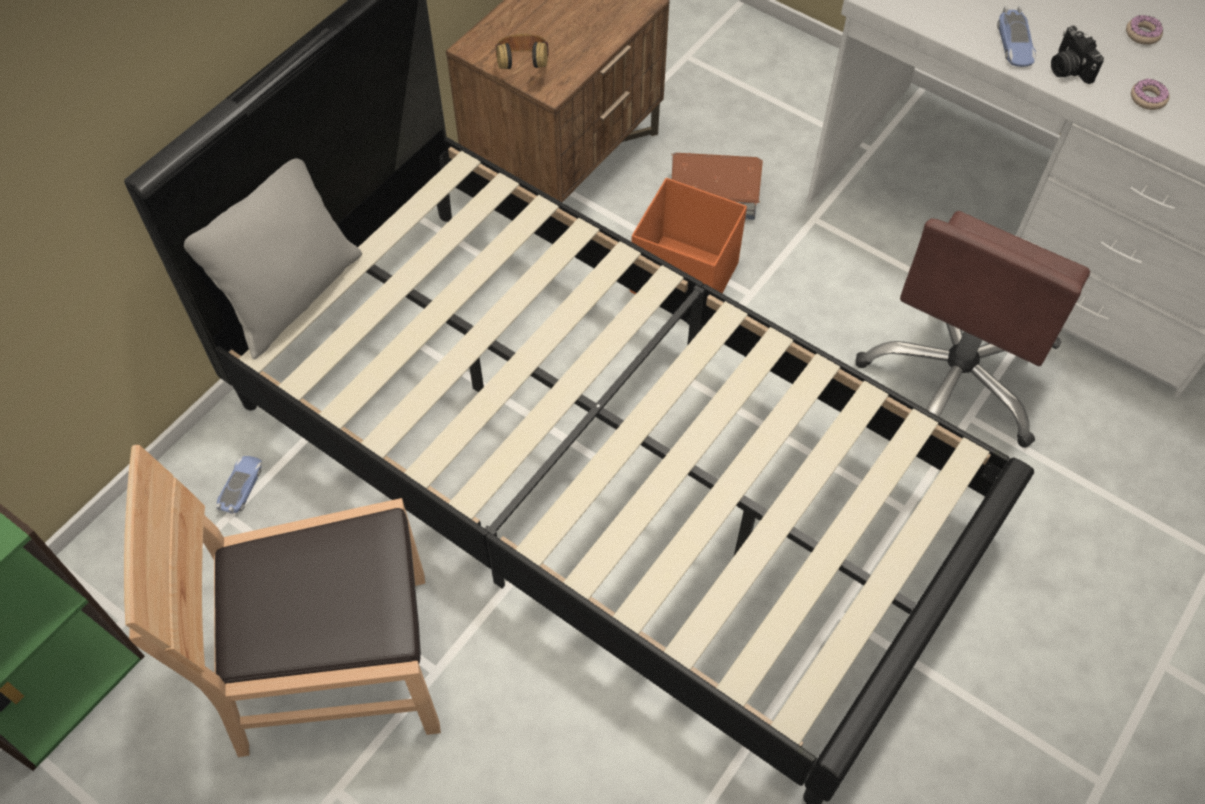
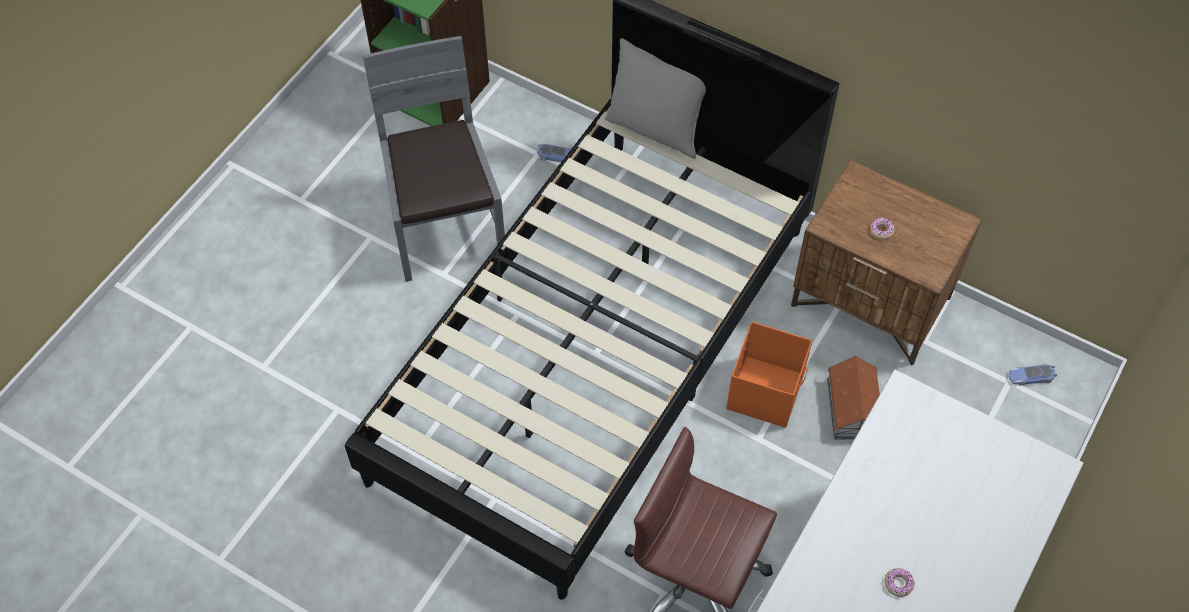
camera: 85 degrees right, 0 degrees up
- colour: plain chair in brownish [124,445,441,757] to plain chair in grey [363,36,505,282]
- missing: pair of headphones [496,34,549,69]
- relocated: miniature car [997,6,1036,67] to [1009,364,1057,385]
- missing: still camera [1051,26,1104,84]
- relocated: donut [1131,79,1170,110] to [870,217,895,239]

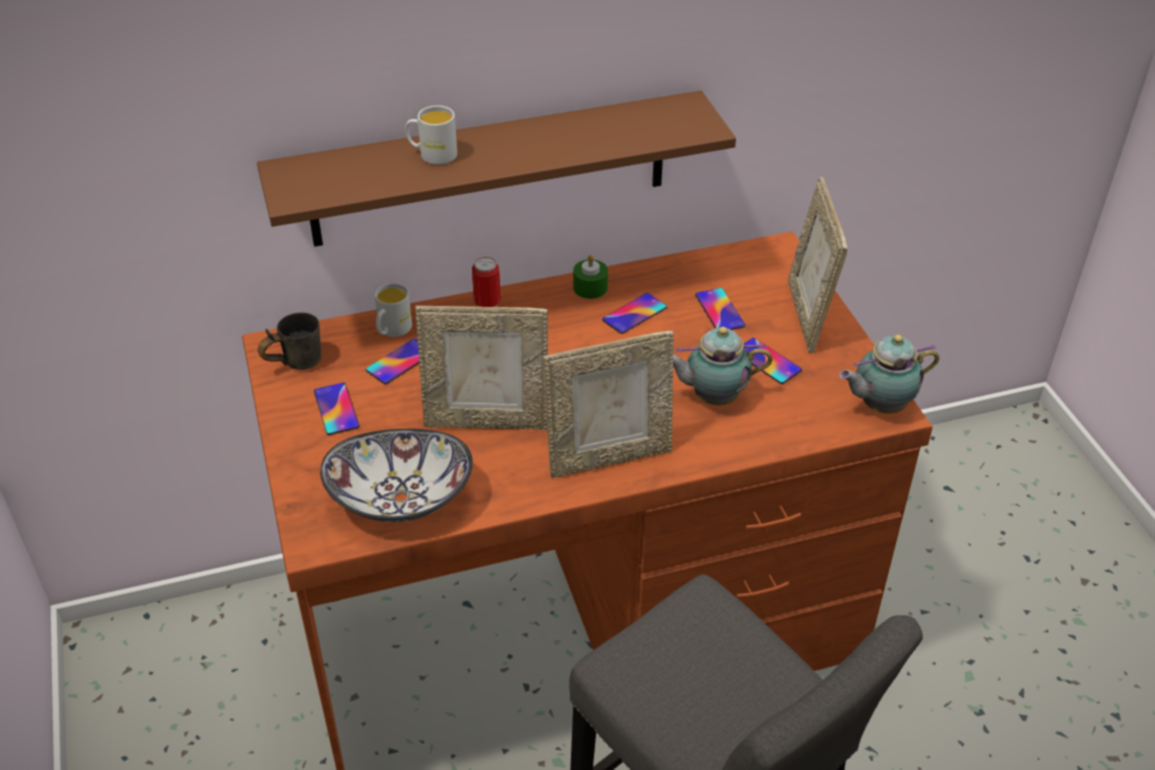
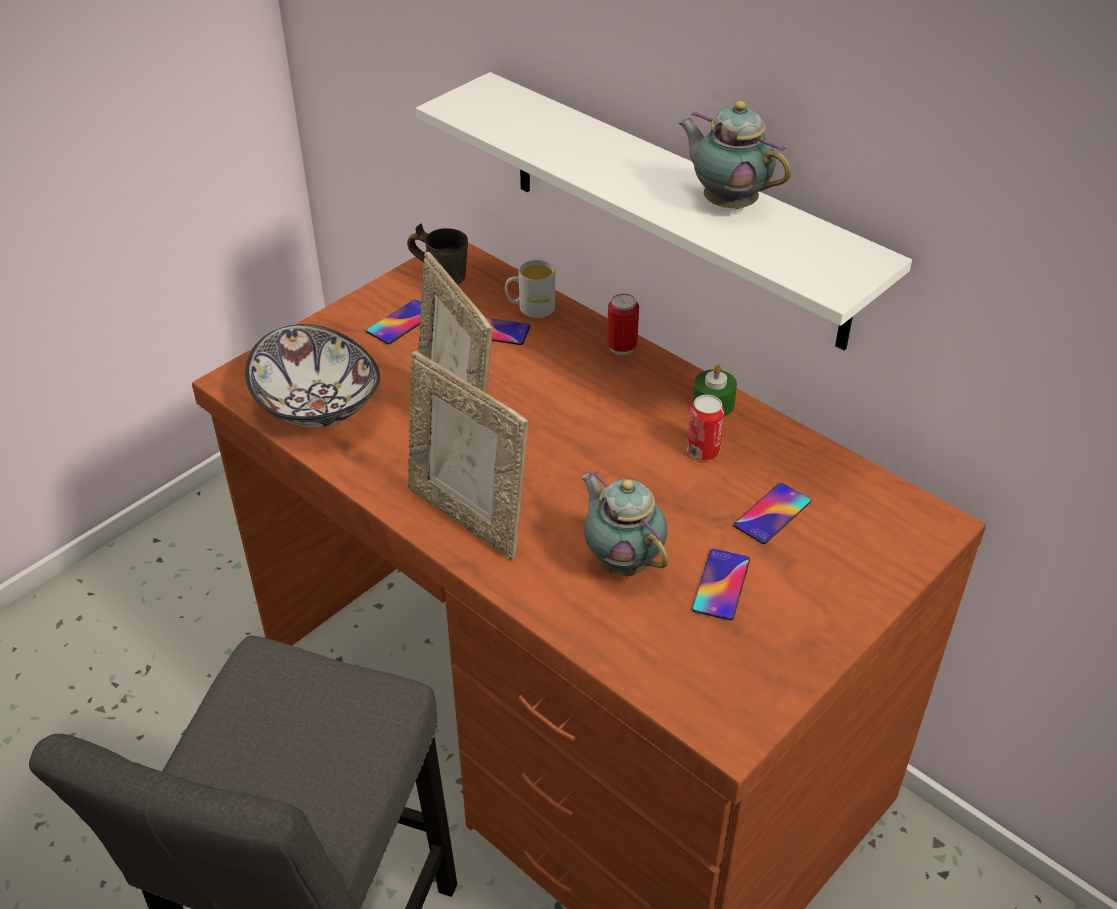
camera: 60 degrees right, 0 degrees up
- colour: wall shelf in brownish [257,91,736,247] to wall shelf in white-coloured [416,72,912,350]
- missing: coffee mug in white-coloured [405,105,457,165]
- exchanged: handset [602,293,667,334] to sealed can [686,395,724,460]
- missing: standing frame [788,177,848,353]
- relocated: pot for tea [839,335,939,414] to [678,101,791,209]

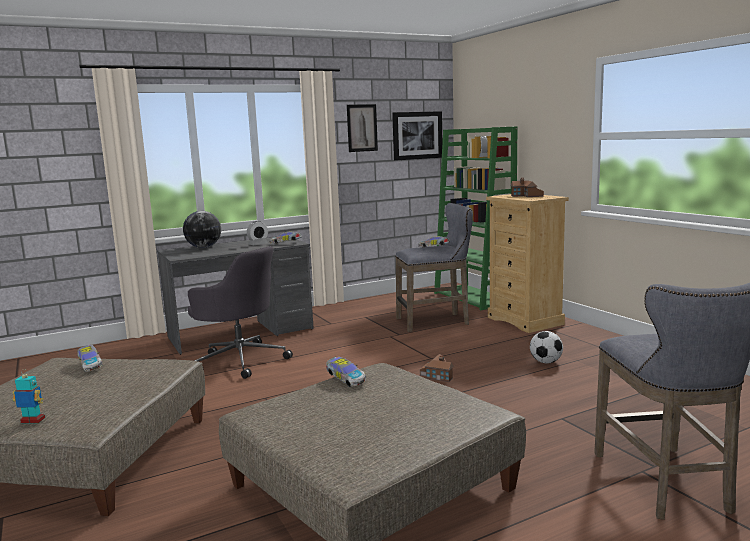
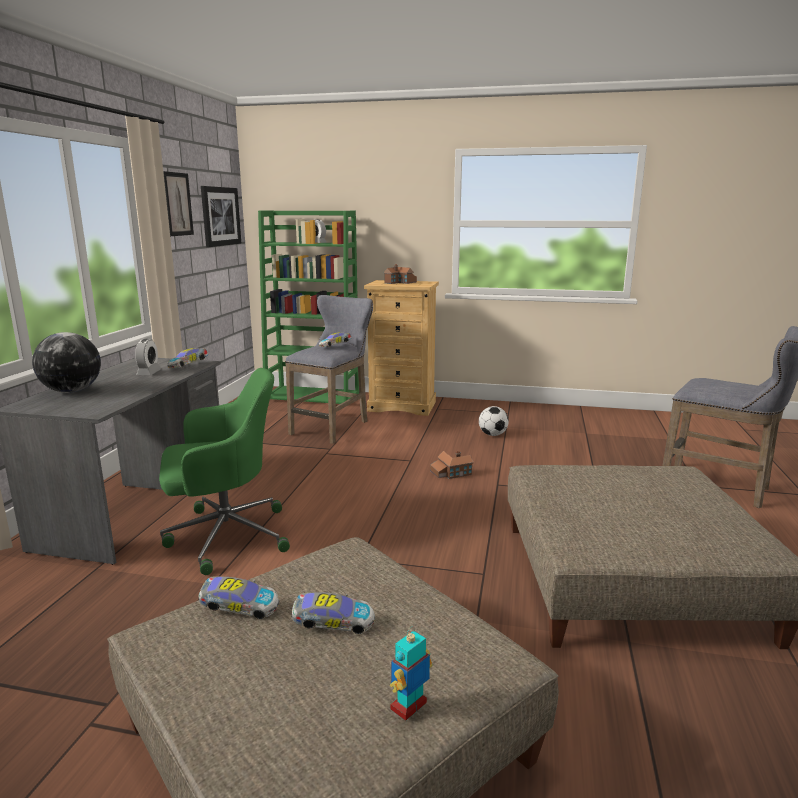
camera: 50 degrees left, 5 degrees up
- colour: office chair in grey [188,246,293,379] to office chair in greenish [159,368,290,575]
- relocated: miniature car [326,357,366,387] to [291,592,375,634]

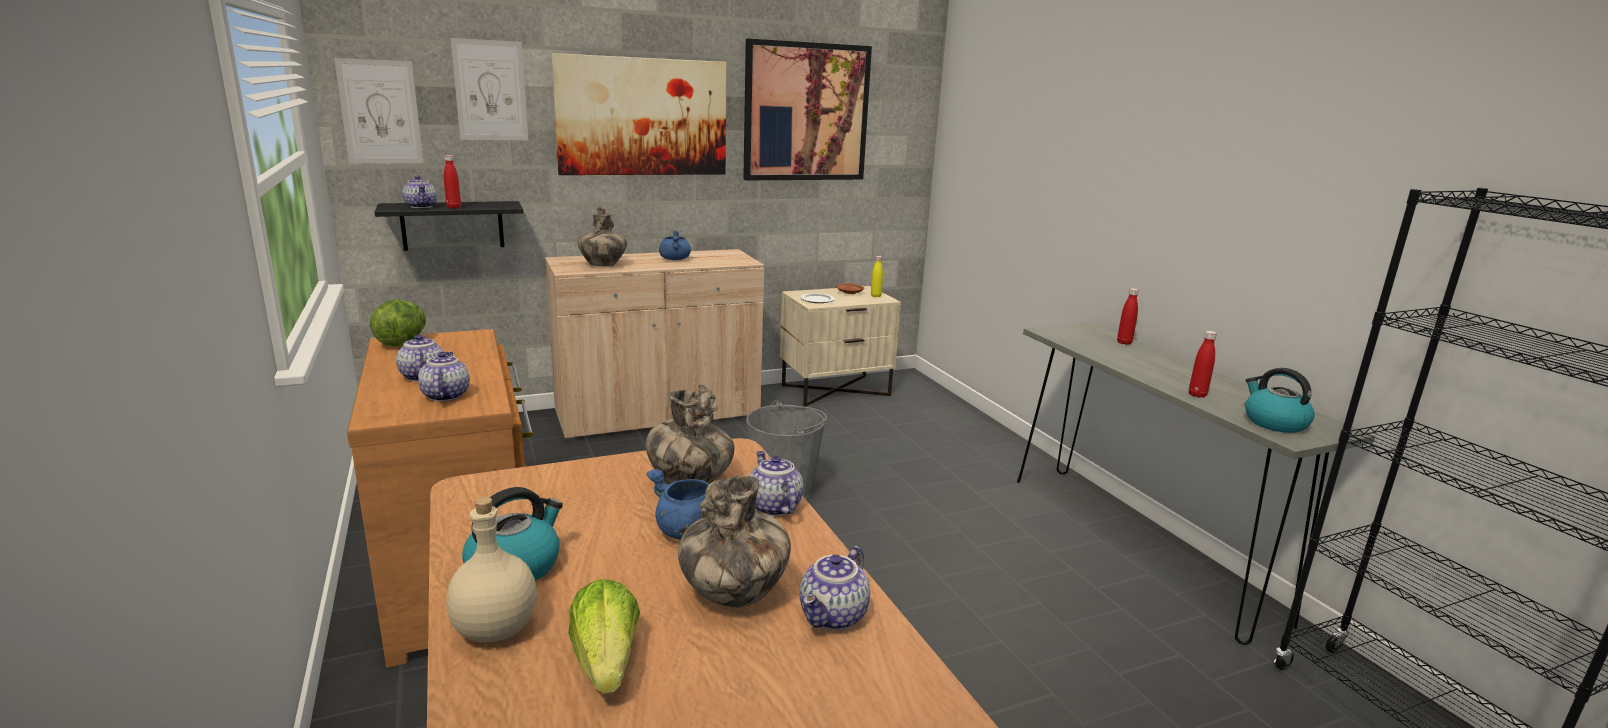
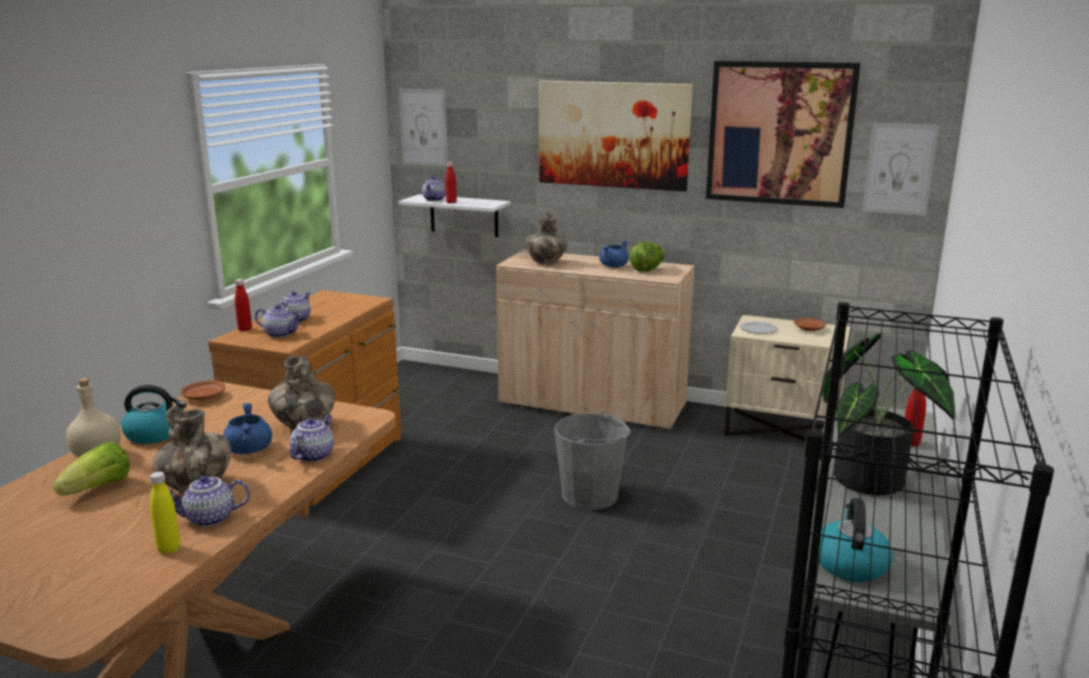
camera: 45 degrees right, 0 degrees up
- relocated: head of lettuce [370,300,426,347] to [629,242,665,272]
- colour: wall shelf in blackish [374,201,524,251] to wall shelf in white-coloured [399,194,511,237]
- spun: pot for tea [418,352,470,401] = [255,304,302,338] 75 degrees clockwise
- relocated: wall art [451,38,528,141] to [862,123,939,216]
- relocated: bottle in yellow [871,256,883,297] to [150,471,181,554]
- relocated: bottle in red-coloured [1189,331,1217,398] to [235,279,252,331]
- appeared: dinner plate in brownish [181,380,225,400]
- appeared: plant in a pot [823,333,955,495]

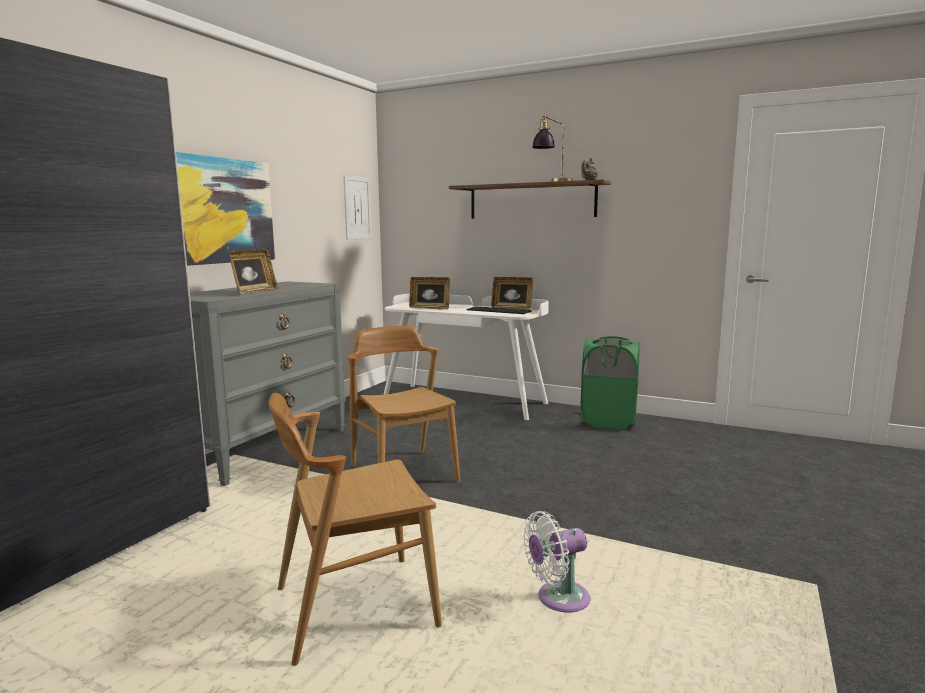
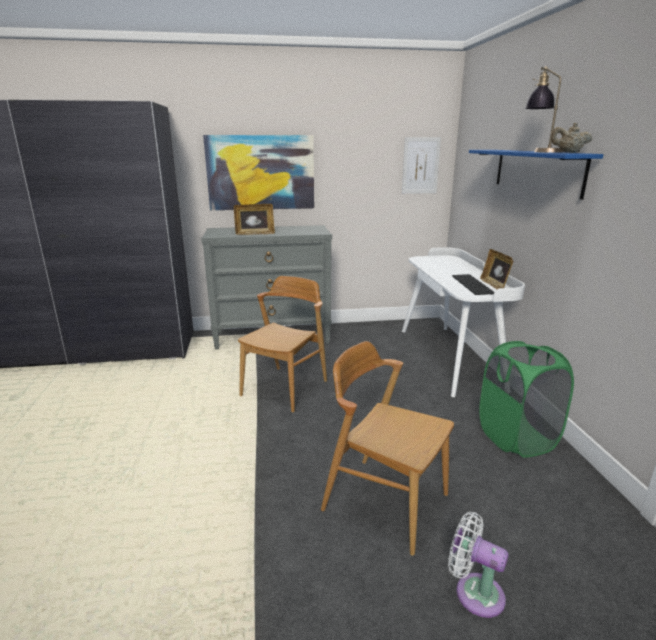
camera: 55 degrees right, 10 degrees up
- relocated: plain chair in brownish [269,393,442,666] to [321,341,454,556]
- missing: standing frame [409,277,450,309]
- colour: wall shelf in brownish [449,179,611,219] to wall shelf in bluish [469,150,604,200]
- relocated: electric fan in white-coloured [523,511,590,613] to [448,512,509,618]

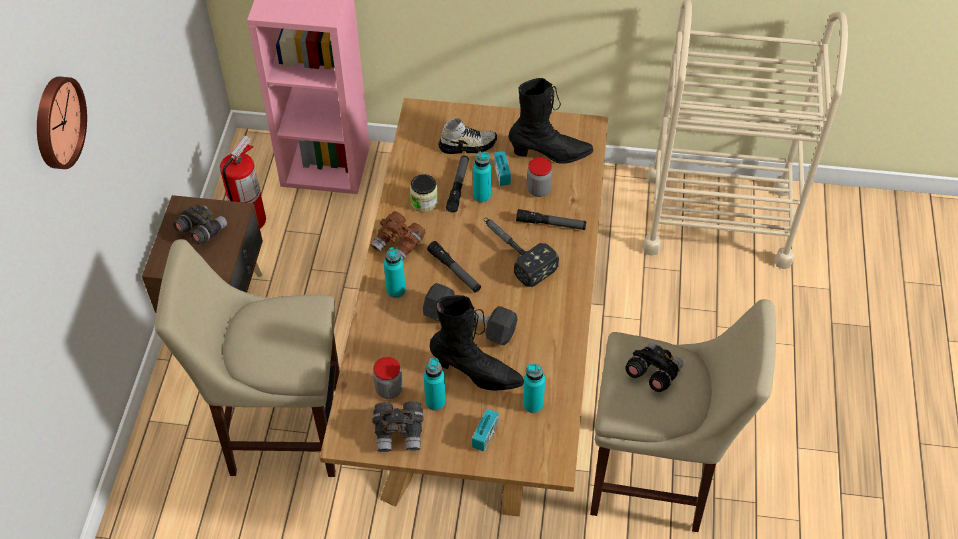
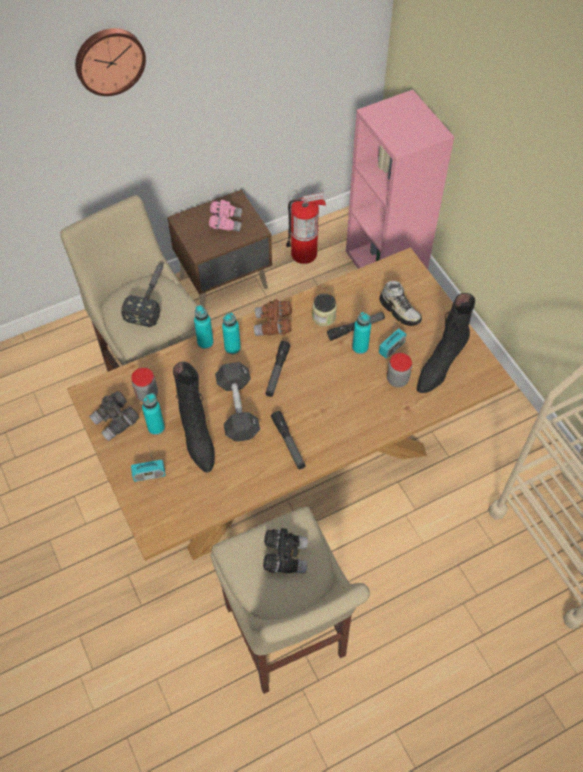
camera: 55 degrees right, 5 degrees up
- colour: binoculars in grey [173,205,227,244] to binoculars in pink [209,200,242,232]
- relocated: tool hammer [483,218,559,287] to [121,261,164,327]
- spun: high-top boot in blackish [508,78,593,164] = [417,293,475,393] 75 degrees clockwise
- relocated: hand torch [516,209,586,230] to [271,411,306,469]
- relocated: bottle in blue-green [523,363,545,413] to [194,305,214,349]

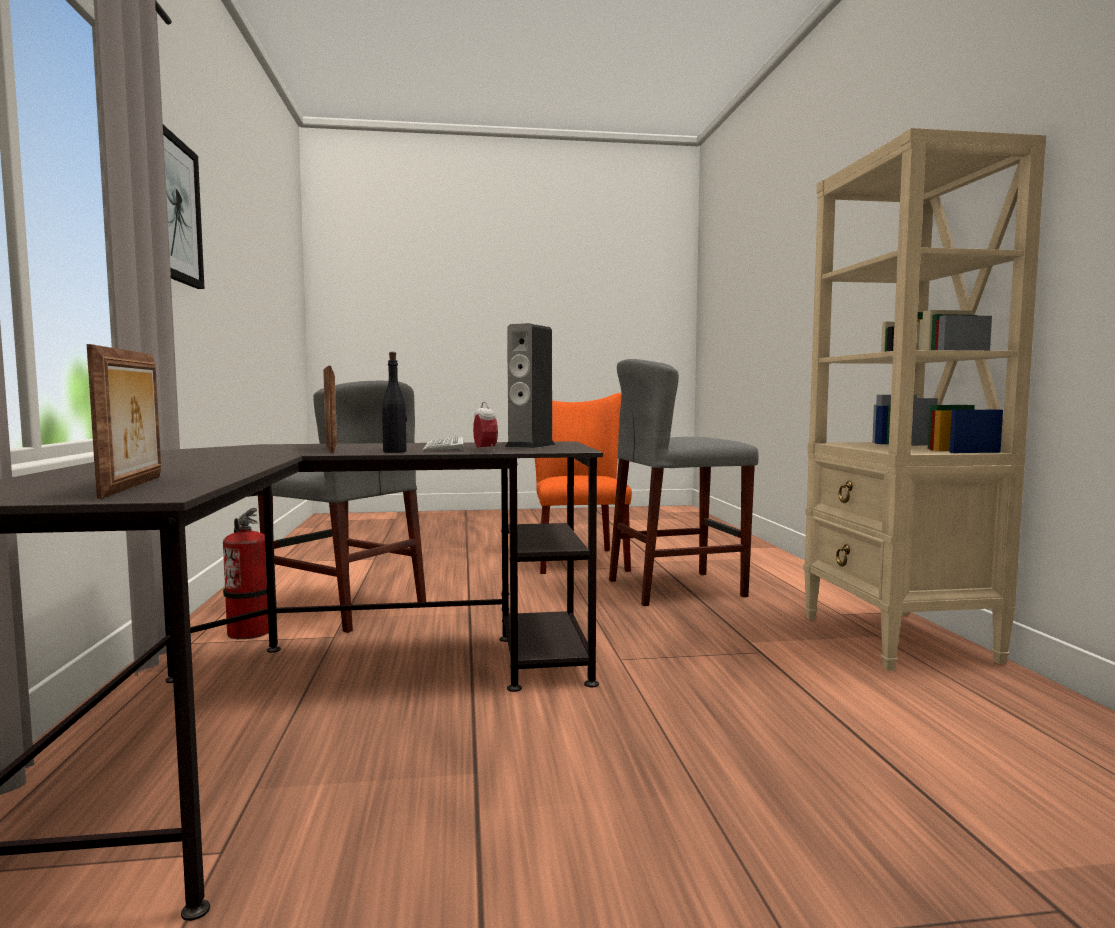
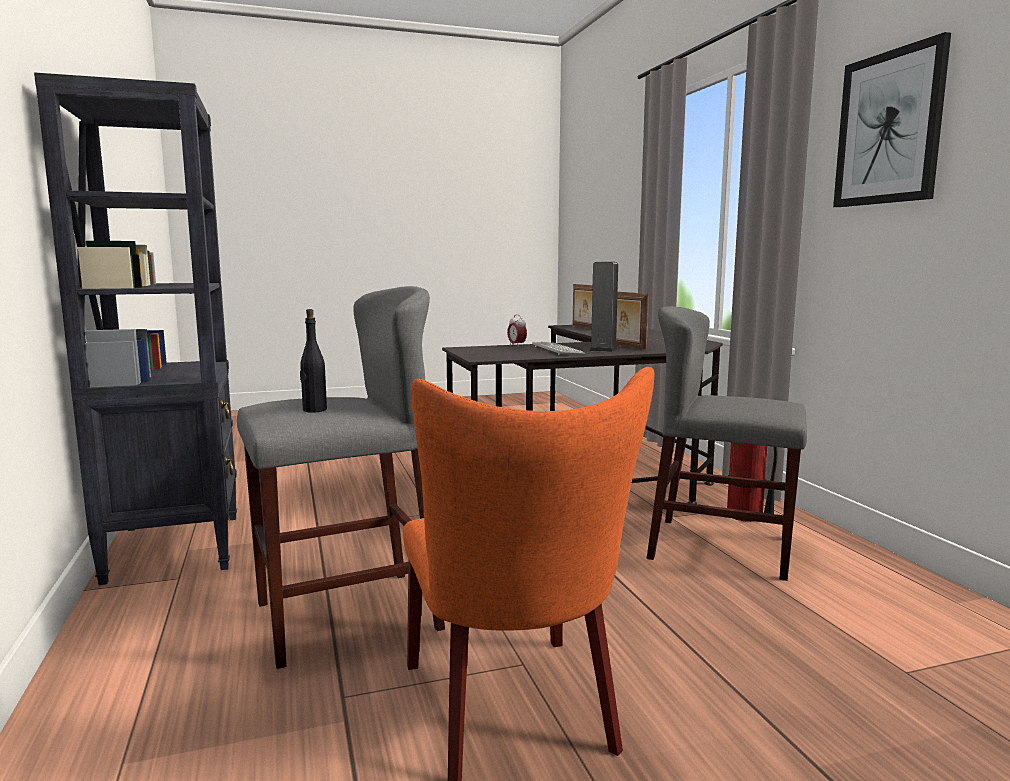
camera: 170 degrees right, 5 degrees up
- relocated: bottle in blackish [382,352,407,453] to [300,309,327,413]
- relocated: speaker [505,323,555,448] to [590,262,618,352]
- colour: shelving unit in beige-coloured [803,128,1046,671] to shelving unit in blackish [34,72,237,585]

